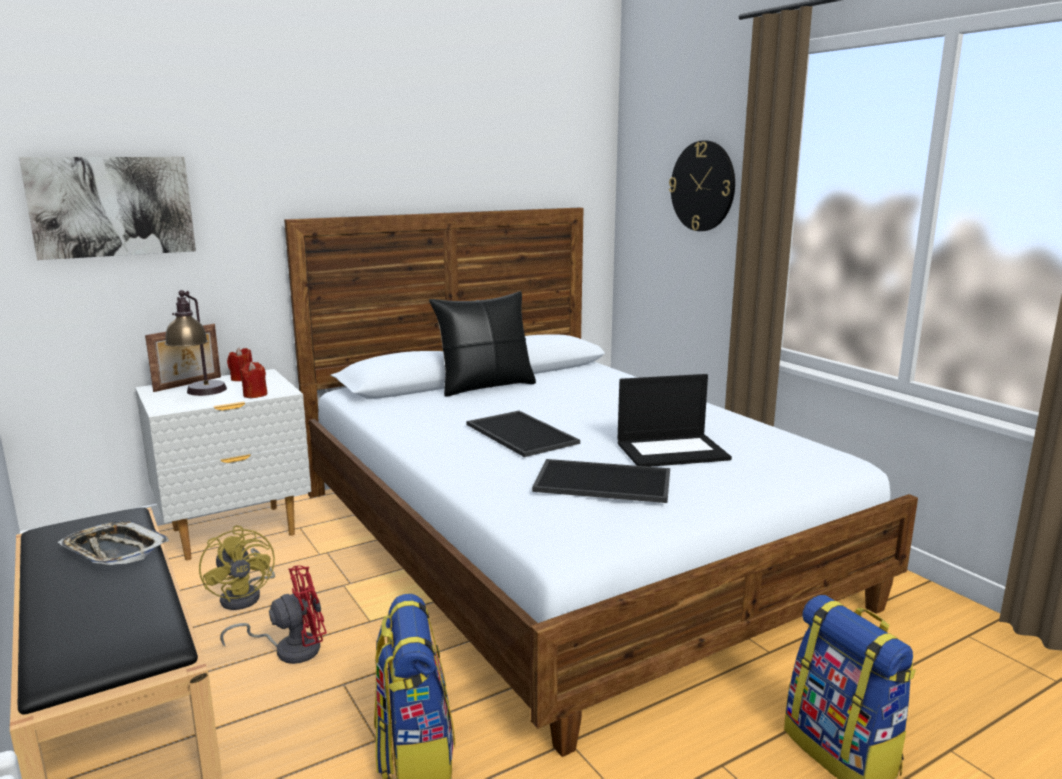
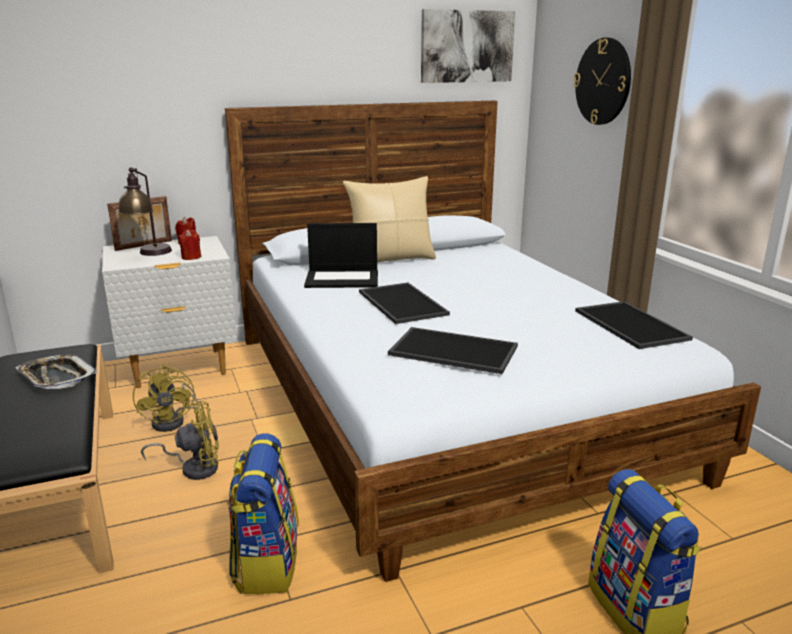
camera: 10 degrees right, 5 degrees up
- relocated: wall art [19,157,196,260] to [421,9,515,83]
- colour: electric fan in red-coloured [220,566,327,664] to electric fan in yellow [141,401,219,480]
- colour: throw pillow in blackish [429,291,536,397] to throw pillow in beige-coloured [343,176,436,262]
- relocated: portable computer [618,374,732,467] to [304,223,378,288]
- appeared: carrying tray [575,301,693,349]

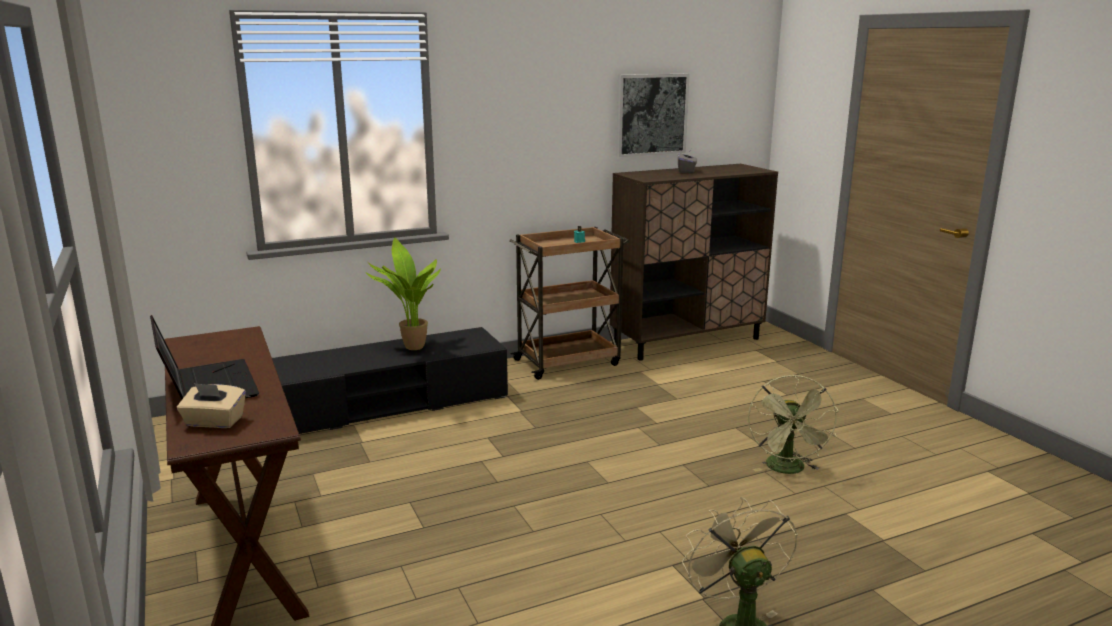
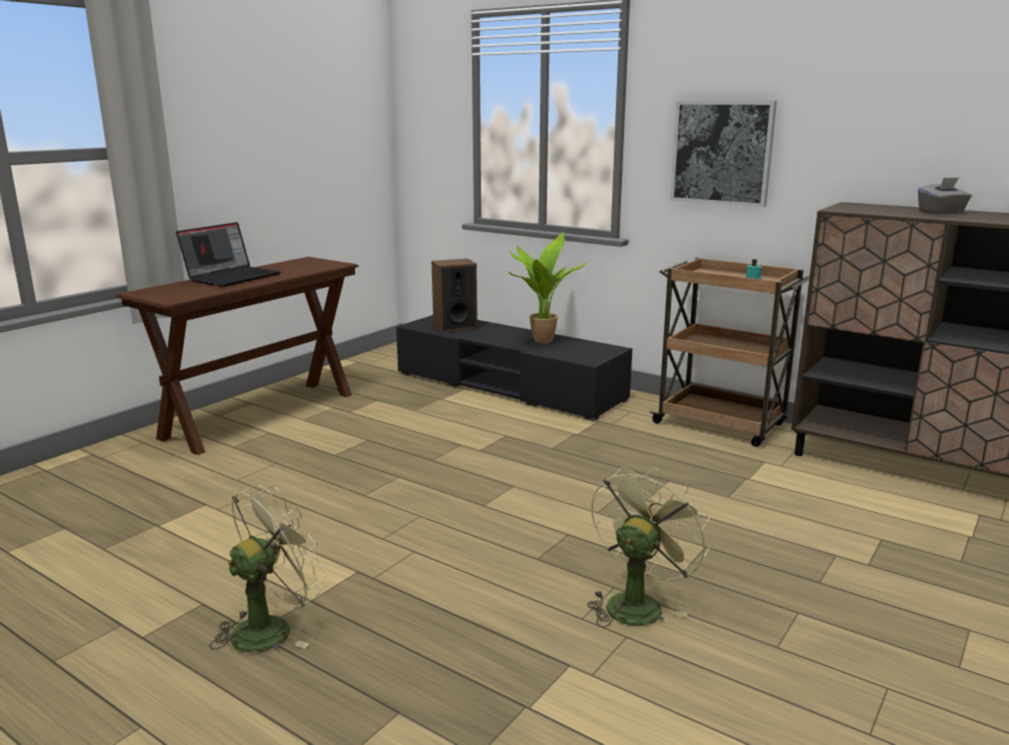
camera: 60 degrees right, 0 degrees up
- missing: box of tissues in beige-coloured [177,383,246,428]
- relocated: wall art [616,74,690,157] to [670,101,777,207]
- spun: electric fan in greenish [748,375,838,474] = [587,466,710,627] 150 degrees clockwise
- appeared: speaker [432,259,477,332]

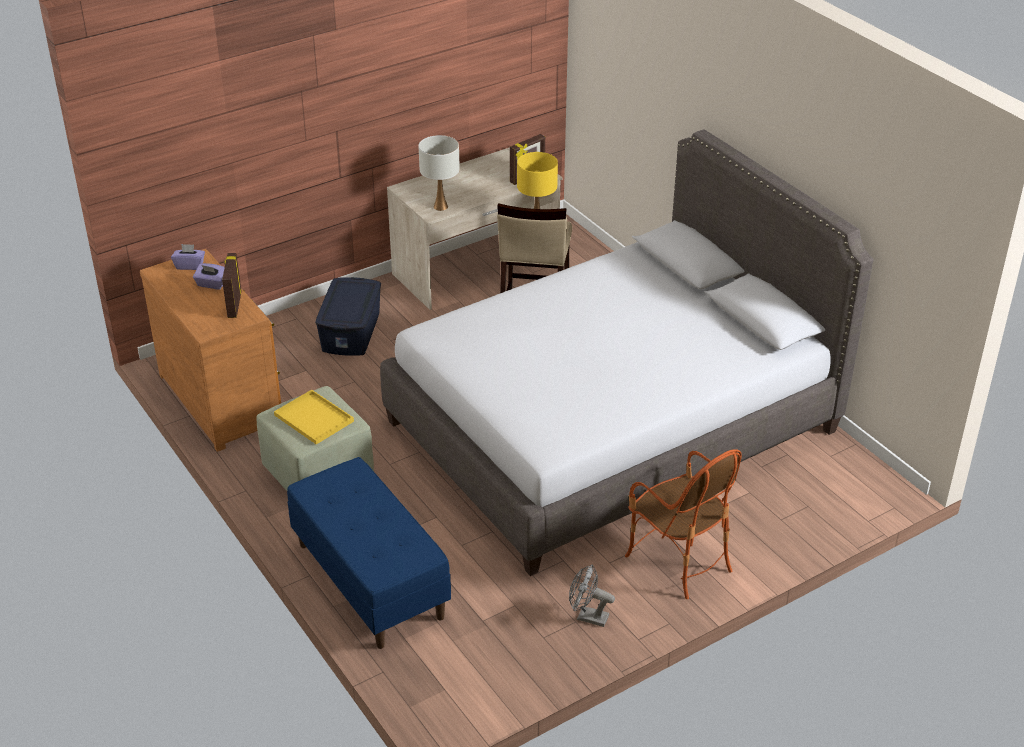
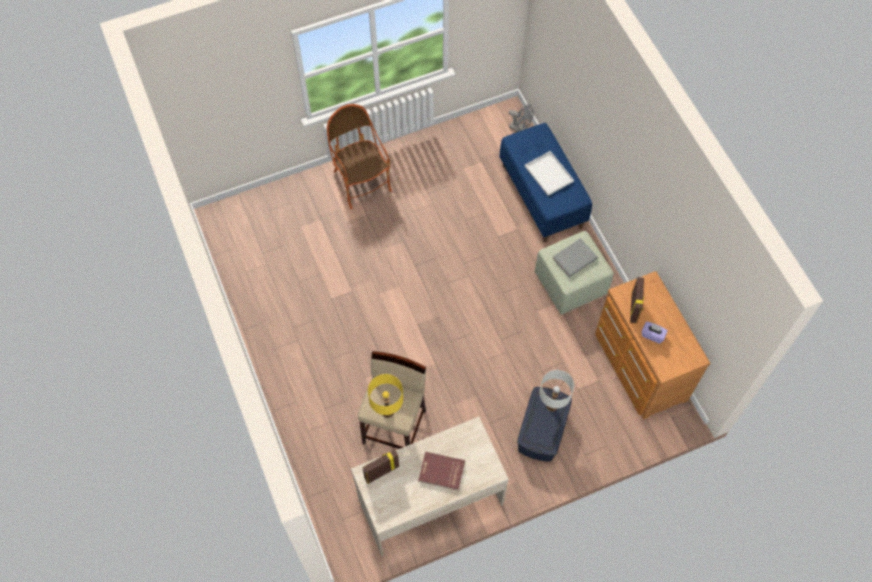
camera: 170 degrees left, 25 degrees up
- missing: box of tissues in purple [171,244,205,270]
- exchanged: carrying tray in yellow [274,390,354,444] to bound book in grey [552,238,598,277]
- missing: bedroom bed in grey [380,129,874,576]
- relocated: lamp for a table in white-coloured [419,135,460,211] to [539,370,574,412]
- relocated: electric fan in grey [569,564,615,627] to [509,104,534,132]
- appeared: bound book in red-coloured [418,452,465,491]
- appeared: carrying tray in white-coloured [524,151,574,196]

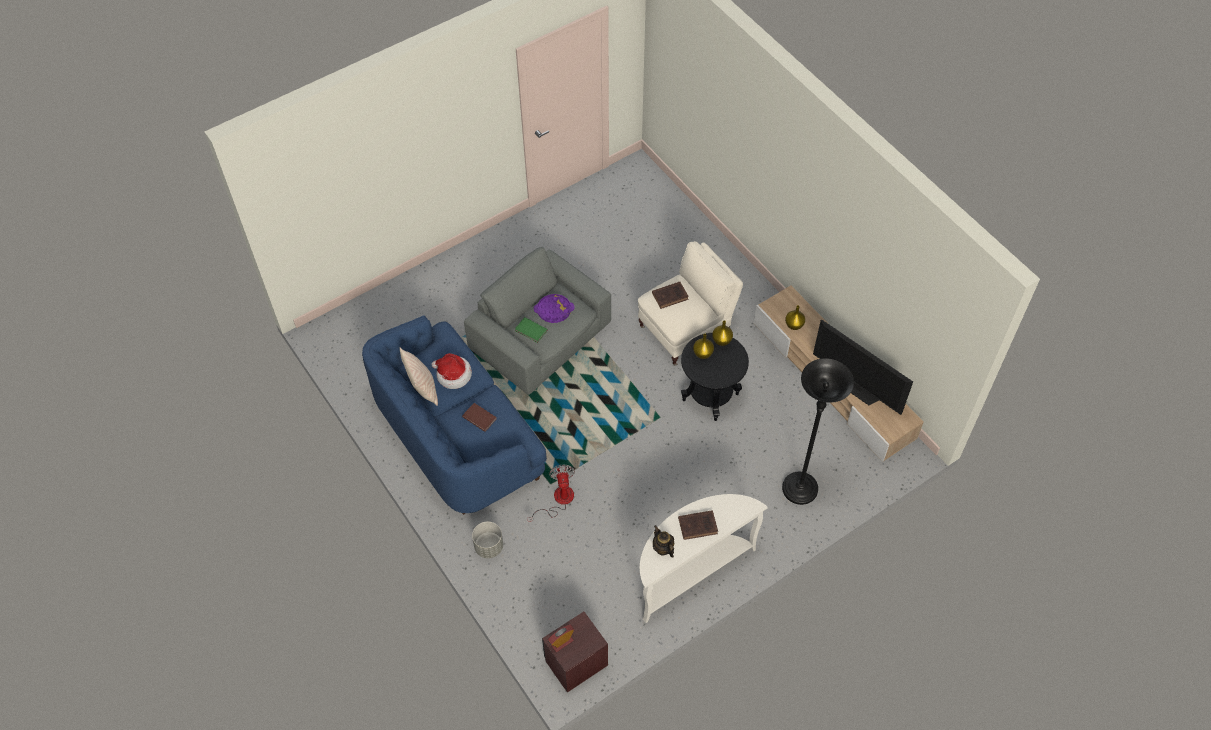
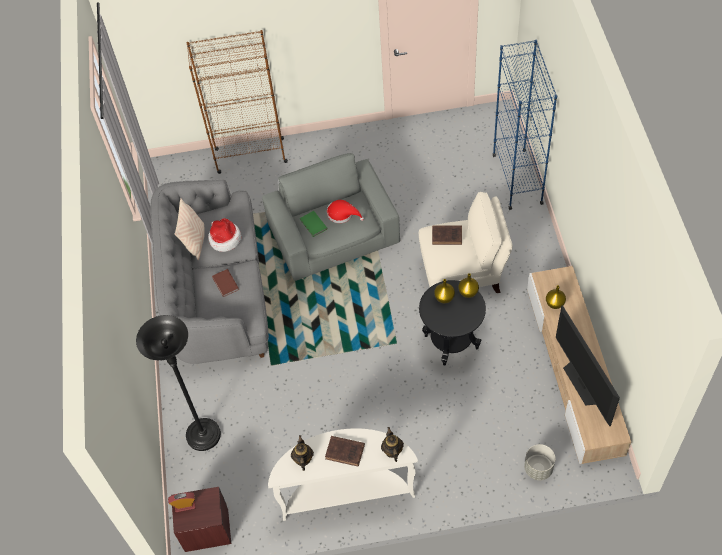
camera: 30 degrees right, 0 degrees up
- colour: couch in bluish [362,315,547,515] to couch in grey [150,179,269,364]
- relocated: planter in grey [472,522,503,558] to [524,444,555,480]
- missing: electric fan [528,465,575,522]
- exchanged: carrying tray in purple [534,294,575,323] to wearable hat in red-coloured [327,200,364,223]
- relocated: standing lamp in blackish [782,358,854,505] to [136,315,221,451]
- appeared: shelving unit in brownish [187,30,288,174]
- appeared: pot for tea [381,427,404,462]
- appeared: shelving unit in bluish [493,40,557,210]

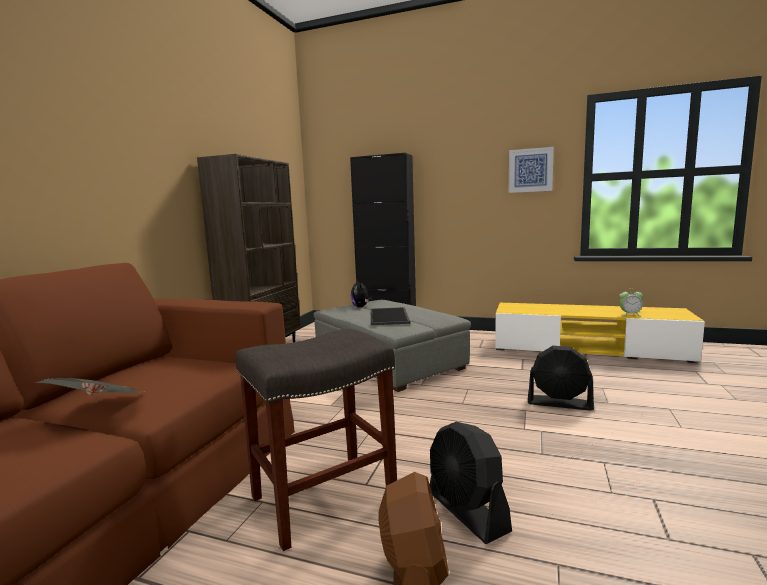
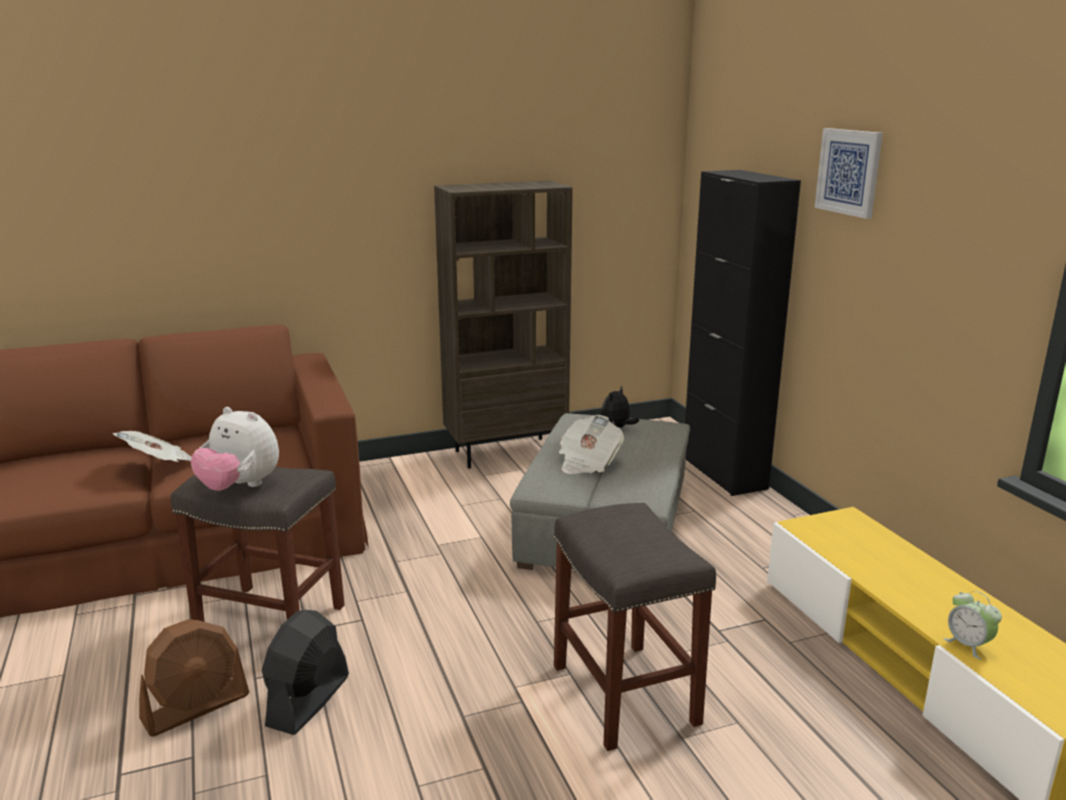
camera: 50 degrees right, 10 degrees up
- exchanged: carrying tray [370,307,410,325] to daily paper [559,415,624,474]
- relocated: wall art [509,147,554,193] to [815,128,883,219]
- exchanged: electric fan in blackish [528,346,594,411] to sitting stool in grey [554,503,716,751]
- appeared: plush toy [191,407,279,491]

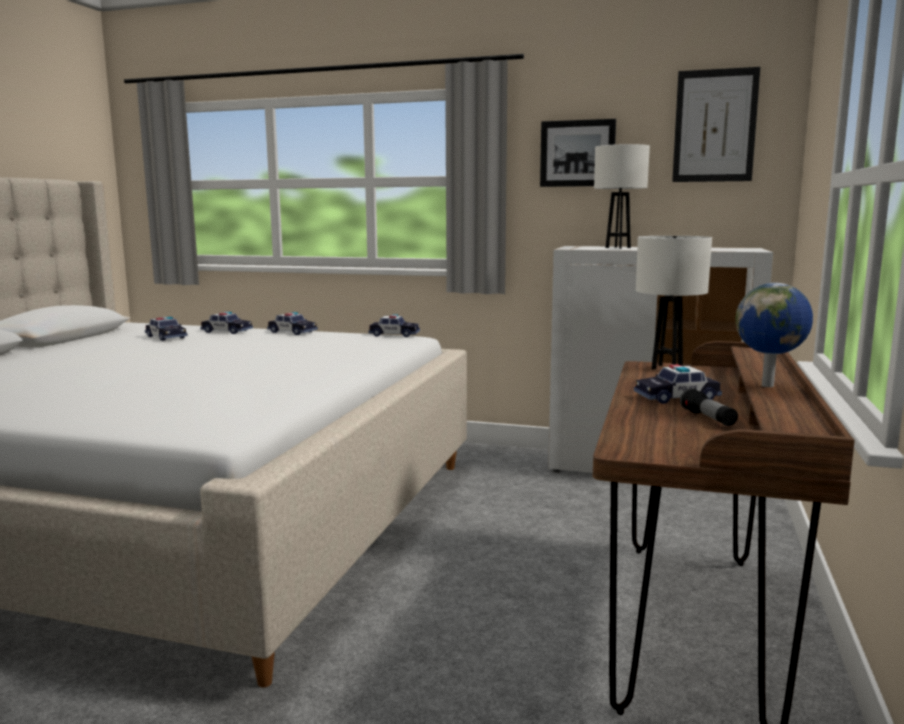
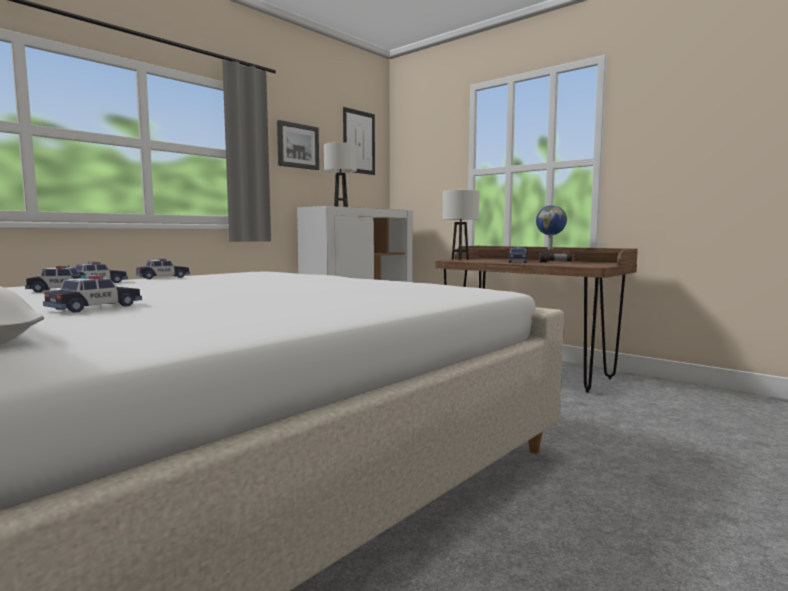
camera: 65 degrees left, 5 degrees down
- relocated: miniature car [368,314,420,337] to [43,275,142,313]

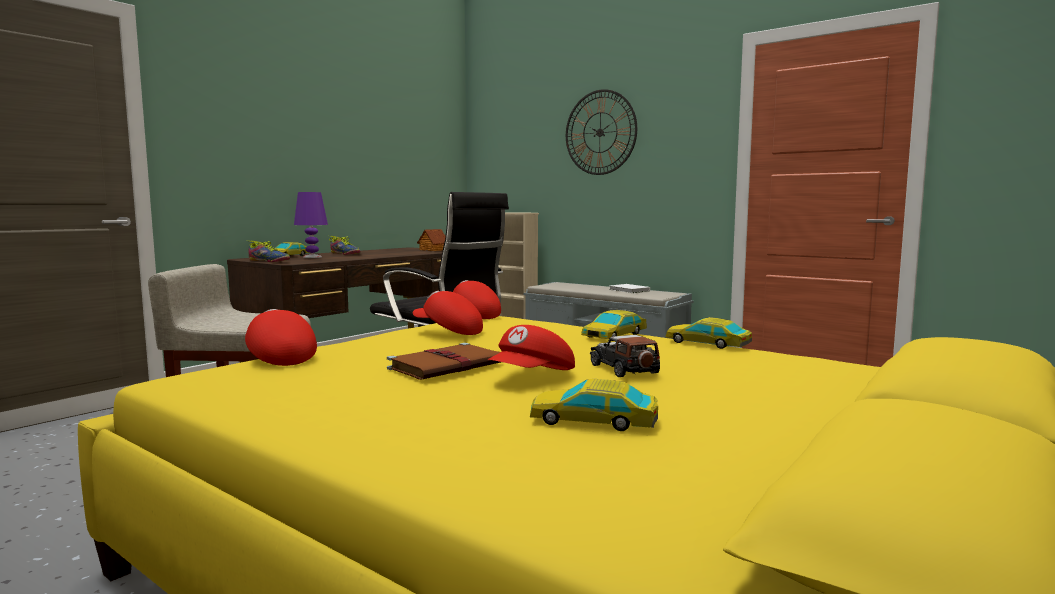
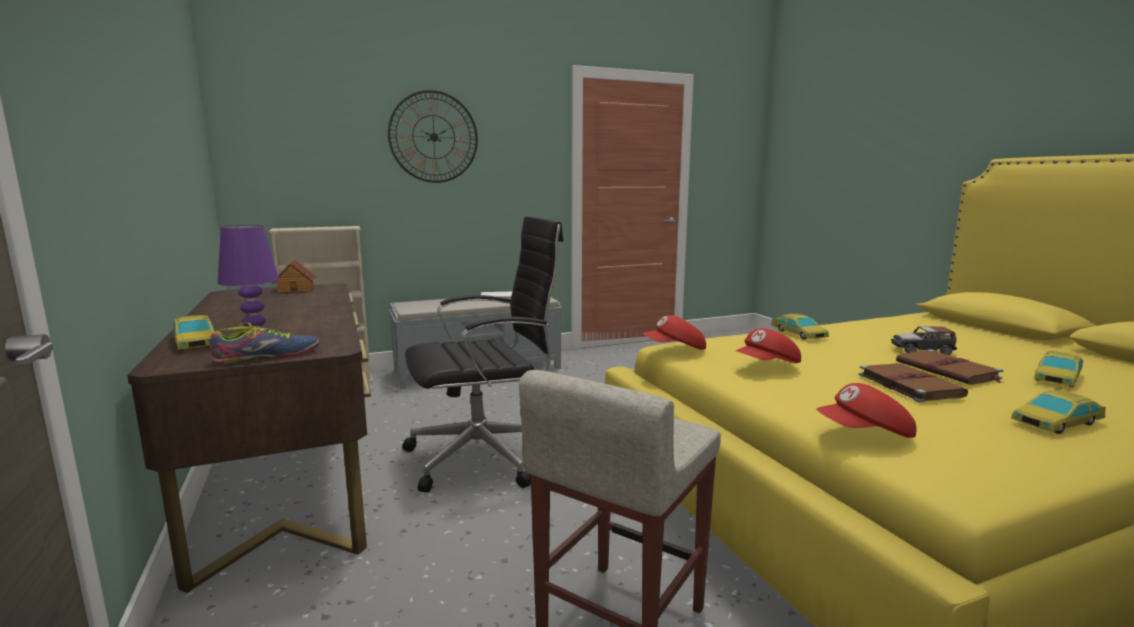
camera: 60 degrees left, 5 degrees up
- missing: item of footwear [329,236,361,255]
- exchanged: cap in red-coloured [488,325,575,370] to bound book in brownish [896,349,1003,385]
- relocated: miniature car [665,317,752,349] to [1011,390,1106,434]

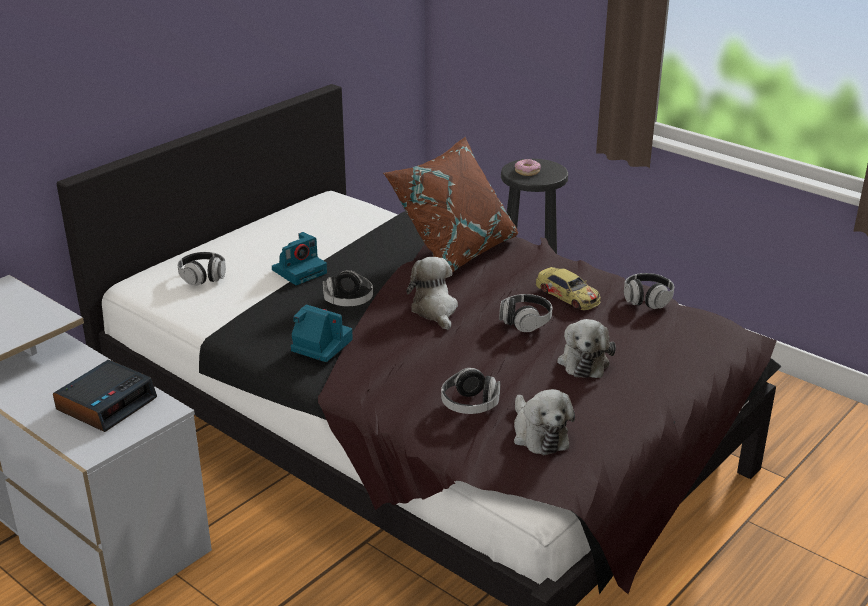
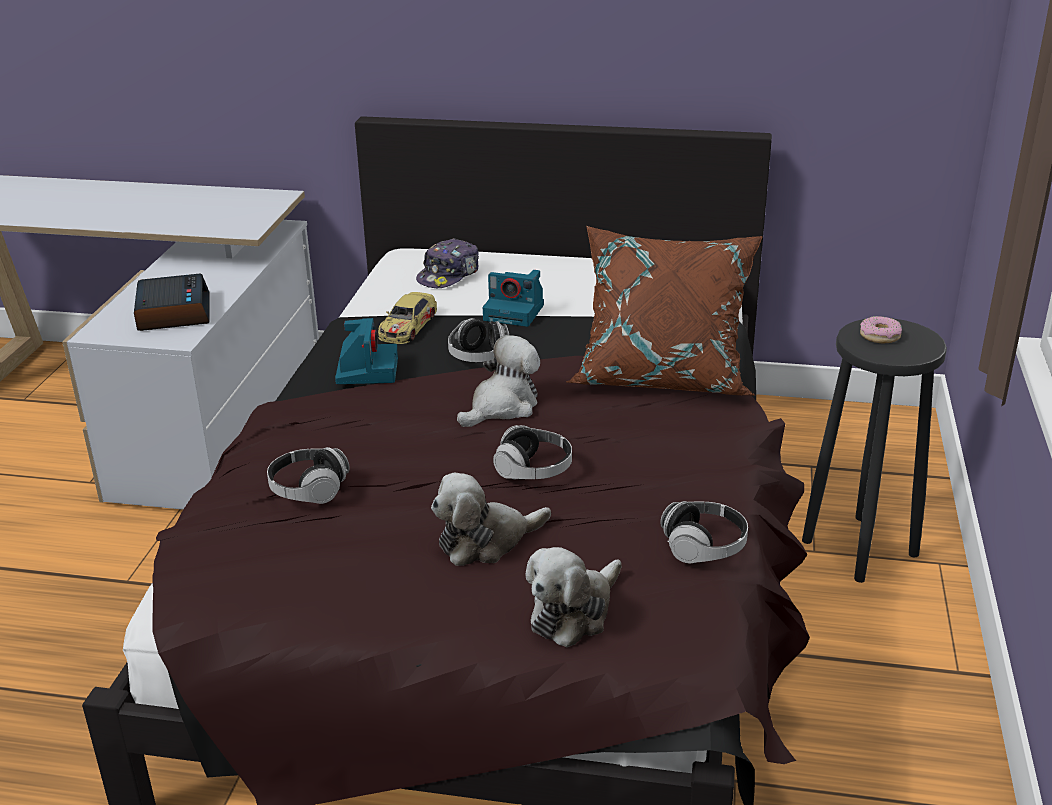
camera: 60 degrees right, 0 degrees up
- spun: alarm clock [53,360,157,432] = [134,273,210,331] 105 degrees counterclockwise
- exchanged: pair of headphones [178,252,226,286] to cap [416,238,479,288]
- relocated: plush toy [514,389,575,455] to [525,547,622,648]
- relocated: miniature car [536,267,601,310] to [378,292,437,344]

